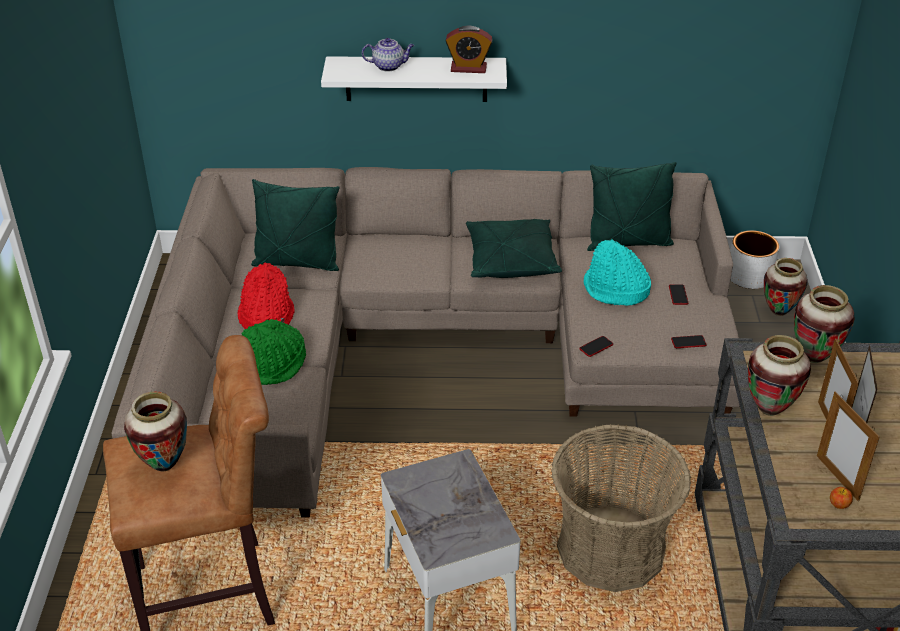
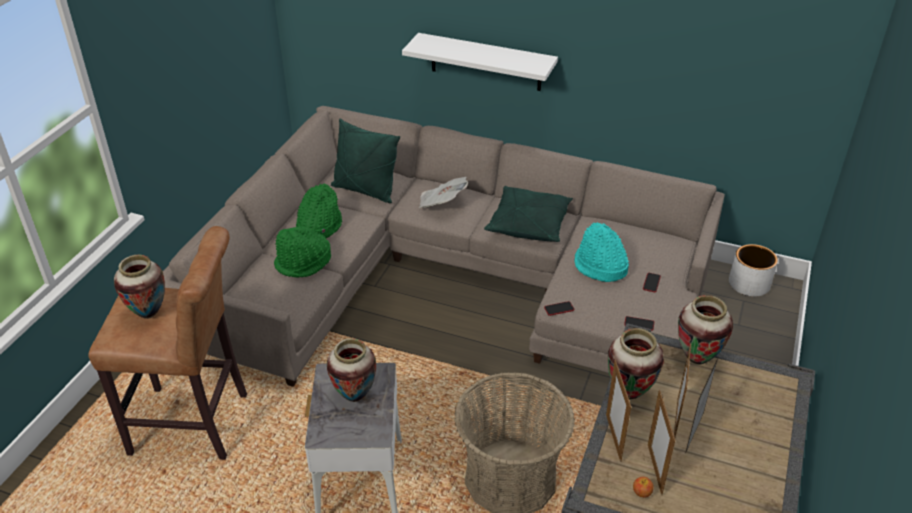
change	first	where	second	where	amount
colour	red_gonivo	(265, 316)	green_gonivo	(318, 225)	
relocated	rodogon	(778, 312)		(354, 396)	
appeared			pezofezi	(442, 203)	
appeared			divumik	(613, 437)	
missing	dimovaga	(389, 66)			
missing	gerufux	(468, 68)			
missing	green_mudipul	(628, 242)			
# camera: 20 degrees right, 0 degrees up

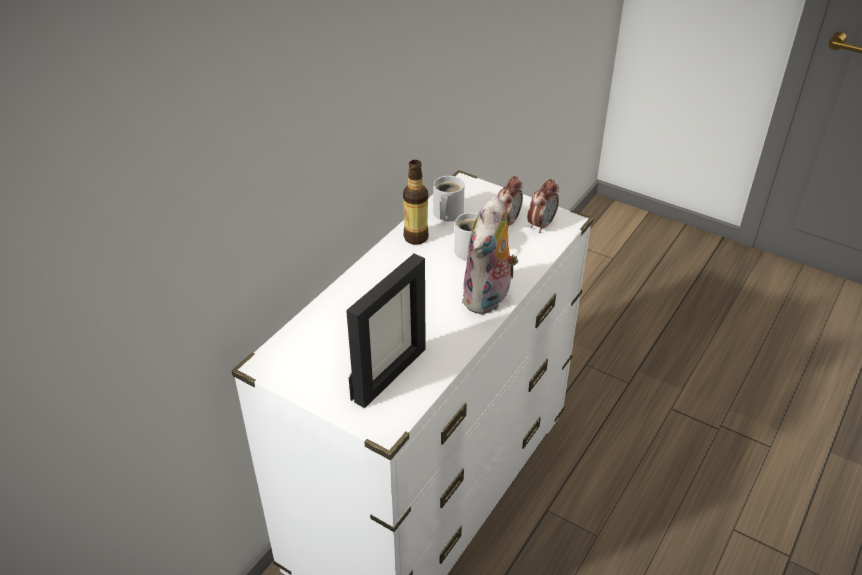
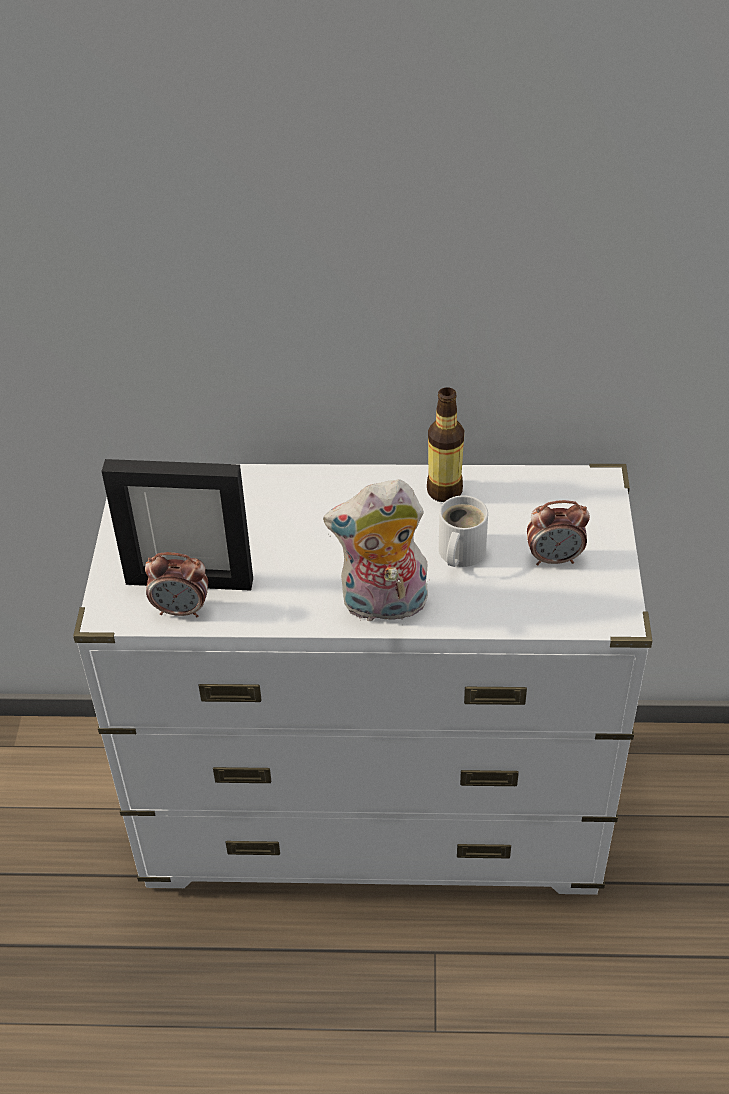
change	first	where	second	where	amount
relocated	gerufux	(541, 225)		(181, 610)	
missing	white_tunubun	(446, 214)			
# camera: 60 degrees right, 5 degrees up

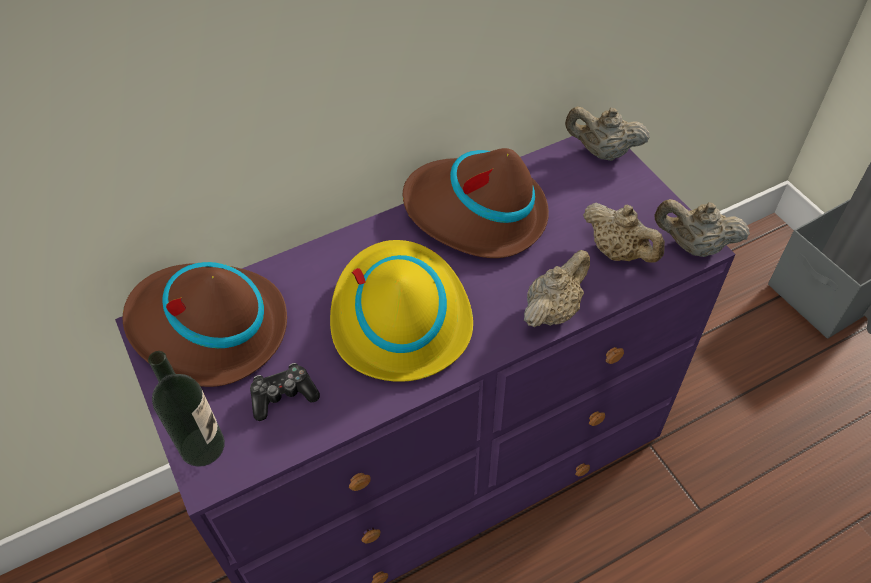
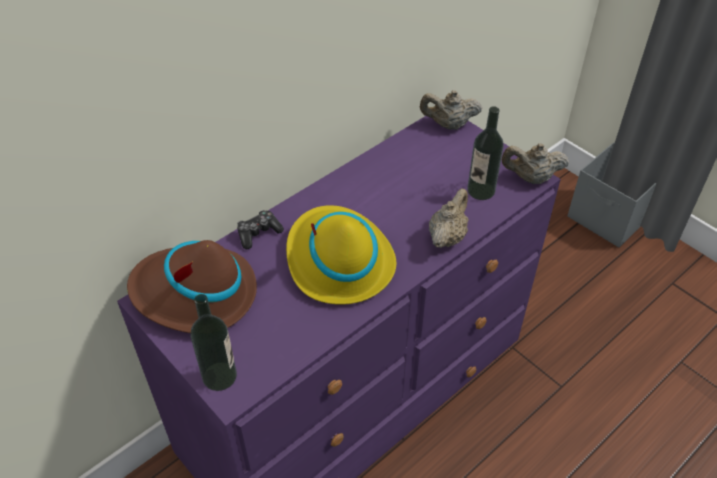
change	first	where	second	where	amount
relocated	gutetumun	(283, 396)		(258, 233)	
exchanged	beige_dimovaga	(618, 252)	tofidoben	(481, 190)	
missing	brown_gonivo	(475, 214)			
# camera: 15 degrees left, 5 degrees down

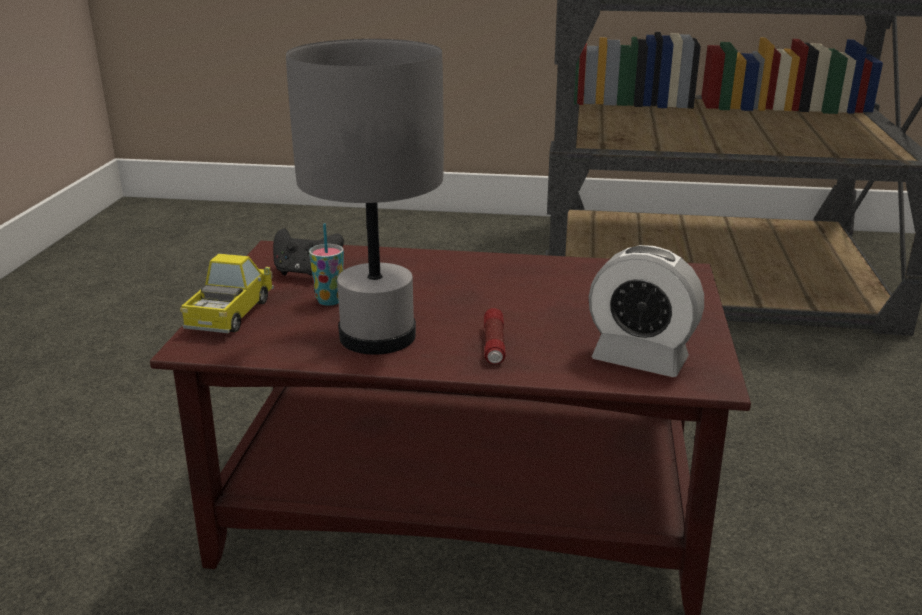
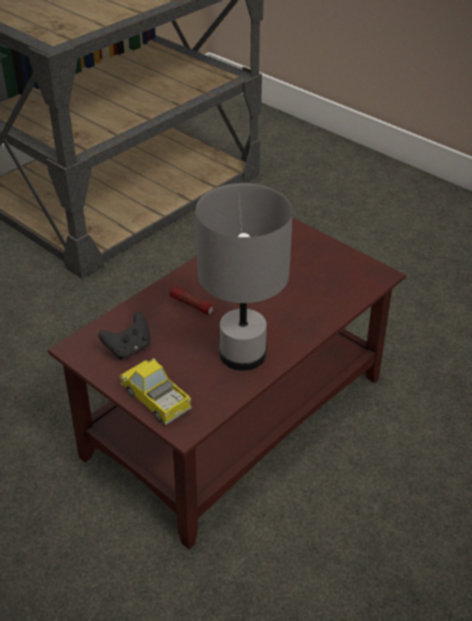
change	first	where	second	where	amount
relocated	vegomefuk	(494, 345)		(191, 305)	
missing	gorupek	(329, 301)			
missing	gerufux	(639, 359)			
# camera: 55 degrees left, 15 degrees up

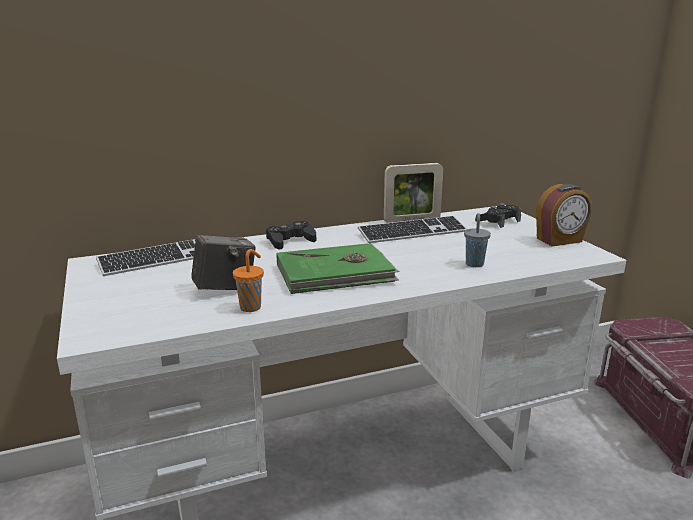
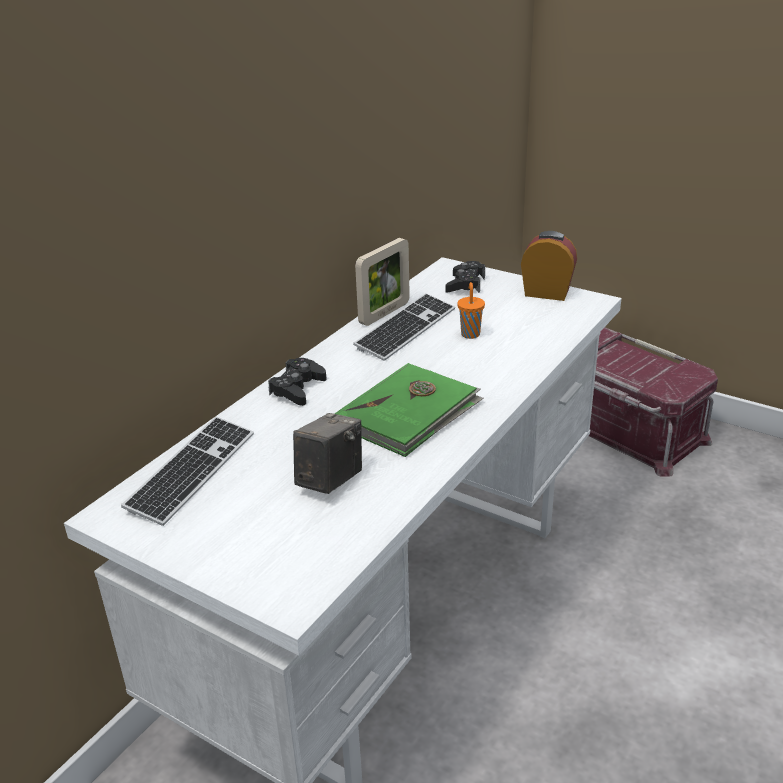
change	first	where	second	where	amount
relocated	orange_gorupek	(251, 307)		(470, 334)	
spun	gerufux	(560, 240)		(547, 292)	105 degrees counterclockwise
missing	grey_gorupek	(474, 263)			
# camera: 35 degrees left, 10 degrees up

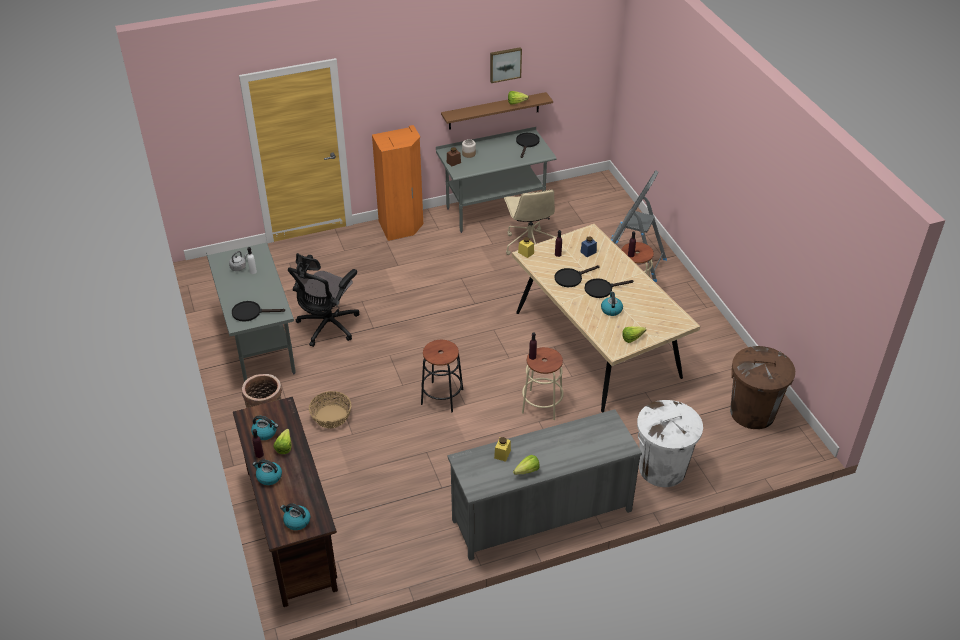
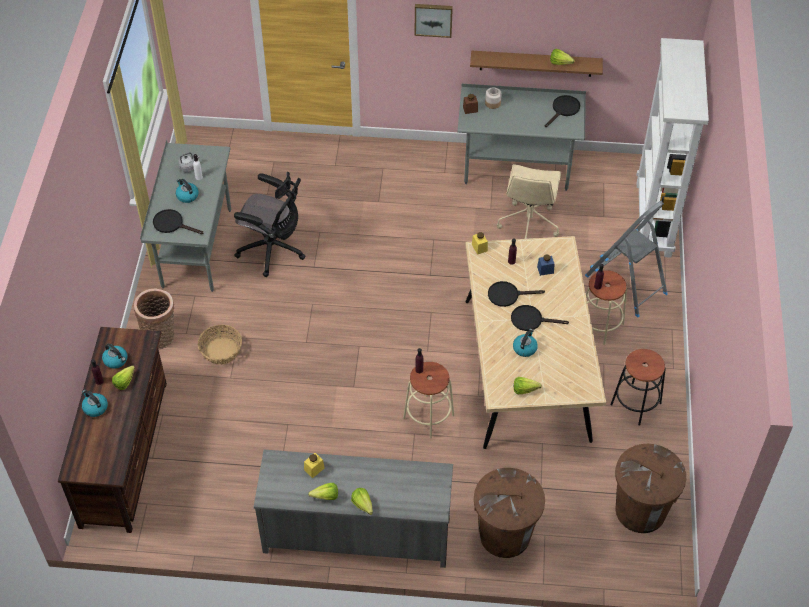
change	first	where	second	where	amount
relocated	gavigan	(296, 521)		(187, 196)	
spun	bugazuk	(328, 326)		(272, 249)	120 degrees counterclockwise
appeared			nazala	(363, 507)	
relocated	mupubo	(505, 64)		(433, 19)	
colour	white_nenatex	(662, 469)	brown_nenatex	(505, 535)	
relocated	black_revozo	(442, 397)		(635, 404)	
appeared			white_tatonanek	(654, 219)	
missing	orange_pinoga	(402, 226)			
# camera: 25 degrees right, 10 degrees up

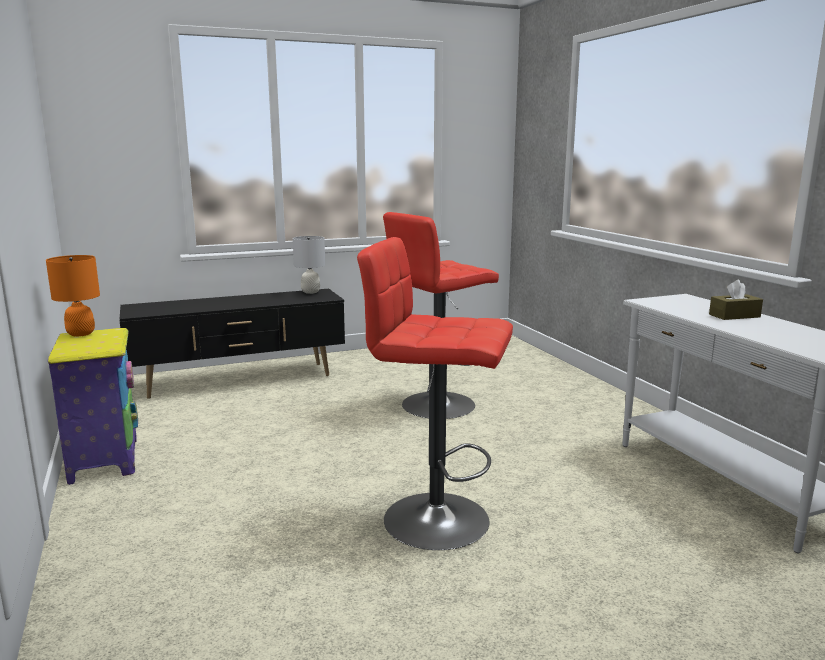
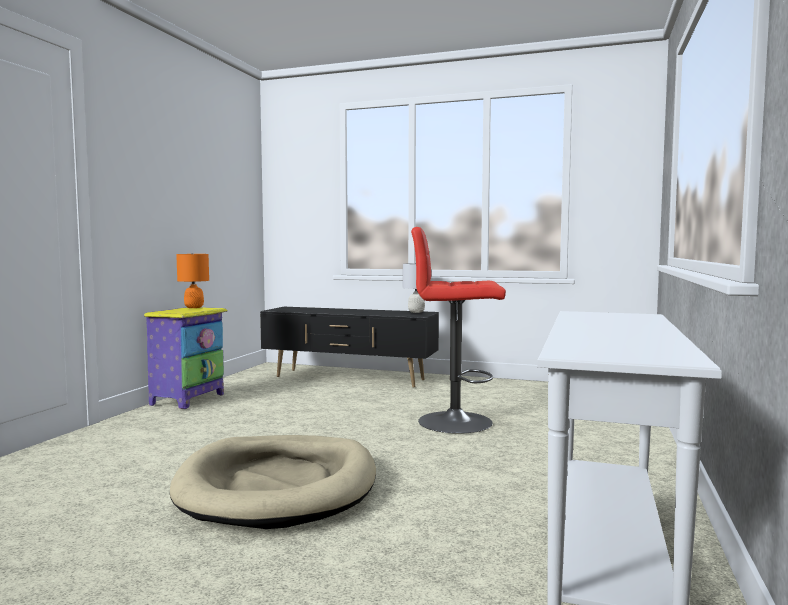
change	first	where	second	where	amount
exchanged	red_revozo	(435, 519)	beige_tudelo	(278, 486)	
missing	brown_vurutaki	(734, 316)			
# camera: 40 degrees right, 10 degrees down

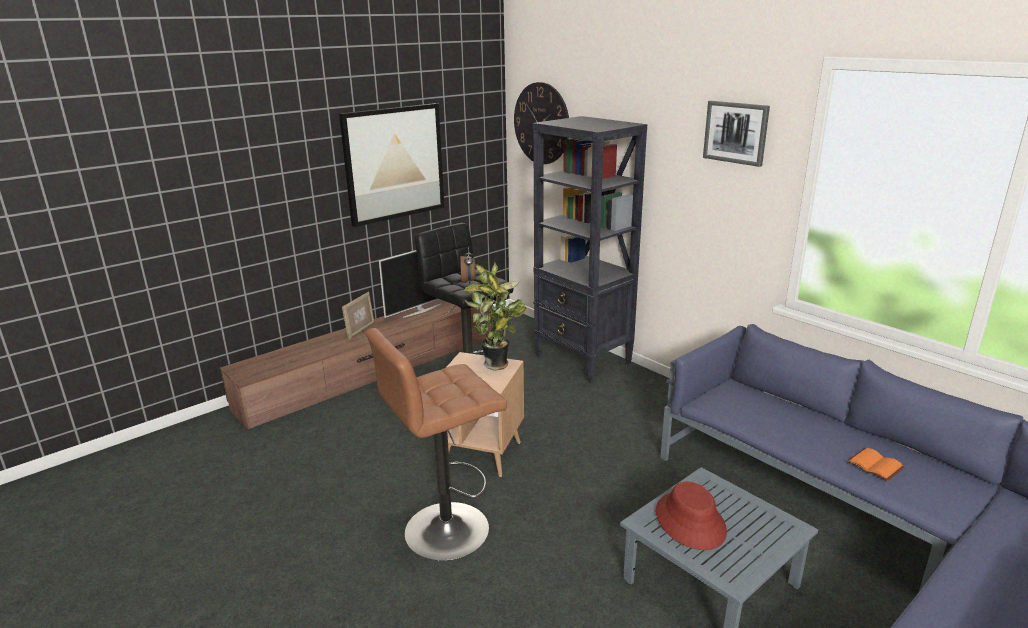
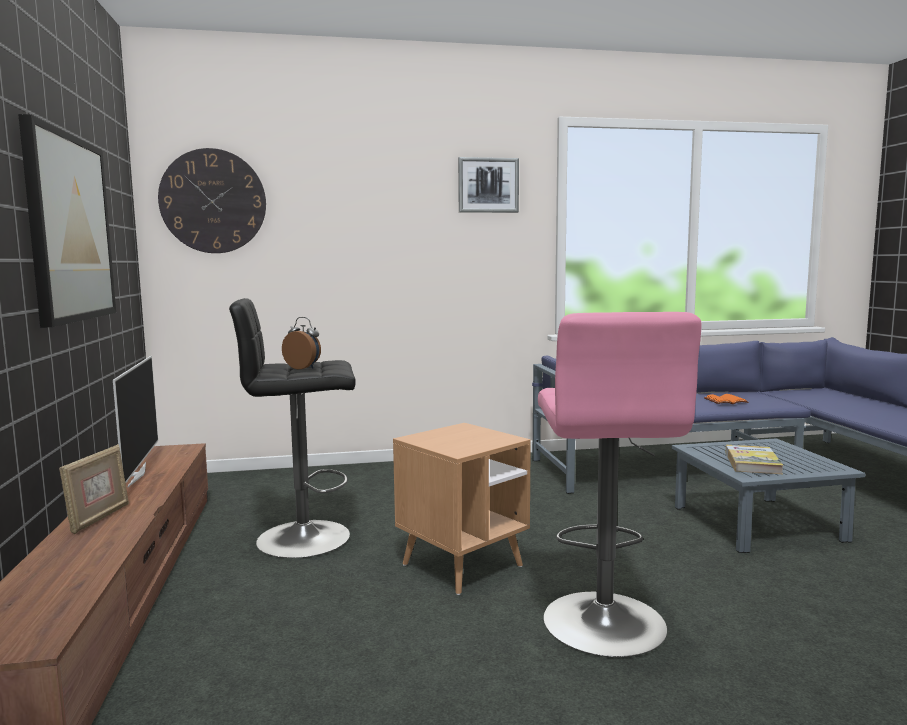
change	first	where	second	where	amount
spun	divumik	(360, 331)		(99, 518)	45 degrees clockwise
colour	brown_revozo	(445, 530)	pink_revozo	(603, 623)	
exchanged	red_gonivo	(690, 521)	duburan	(752, 463)	
missing	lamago	(498, 366)			
missing	black_tatonanek	(583, 360)			
# camera: 60 degrees left, 15 degrees down

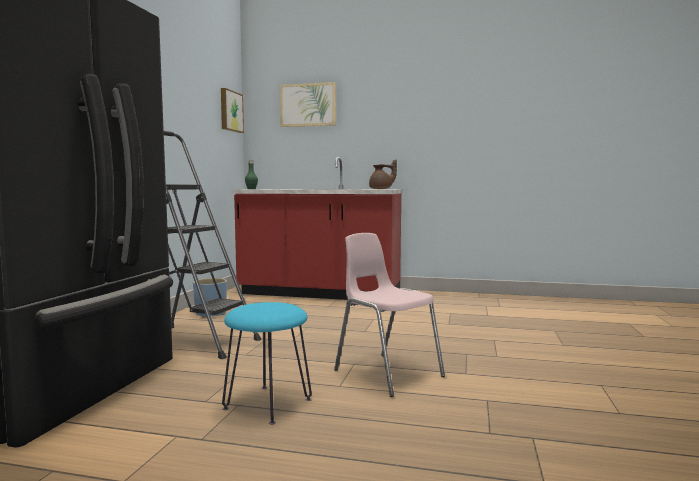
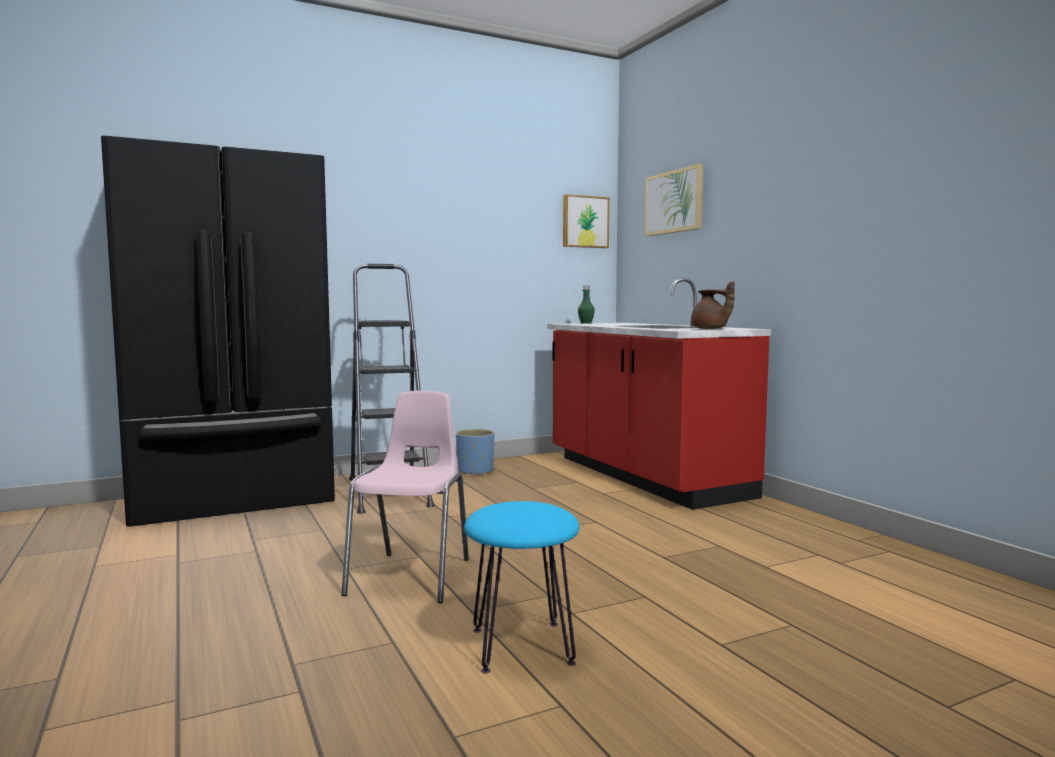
change	first	where	second	where	amount
relocated	turquoise_revozo	(268, 404)		(522, 646)	
# camera: 50 degrees right, 0 degrees up

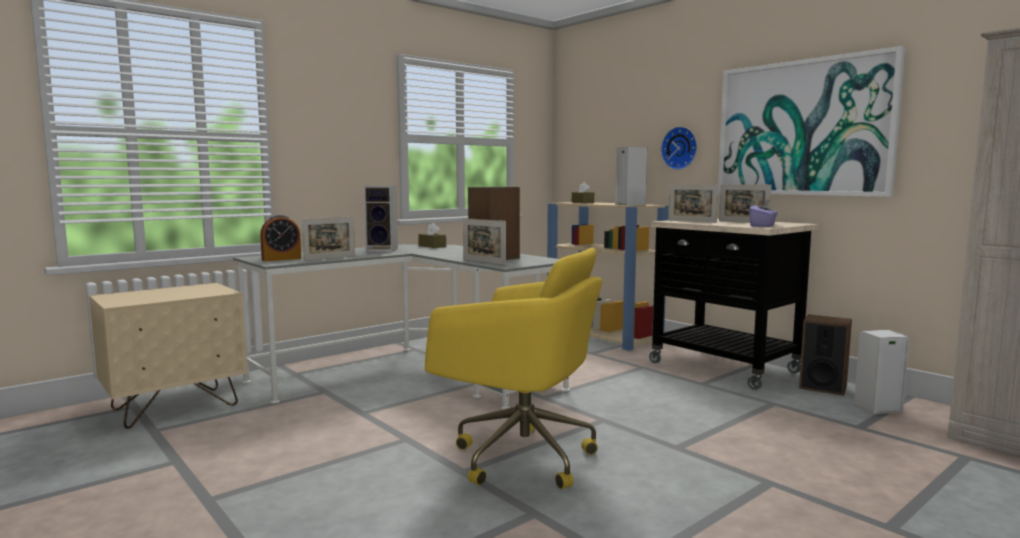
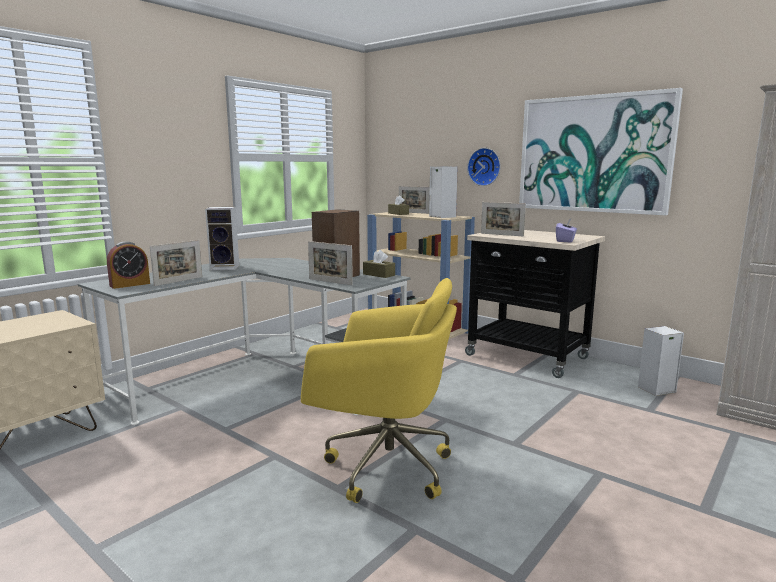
change	first	where	second	where	amount
relocated	brown_vurutaki	(432, 246)		(379, 275)	
relocated	divumik	(743, 222)		(413, 212)	
missing	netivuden	(822, 387)			
# camera: 10 degrees left, 5 degrees up

